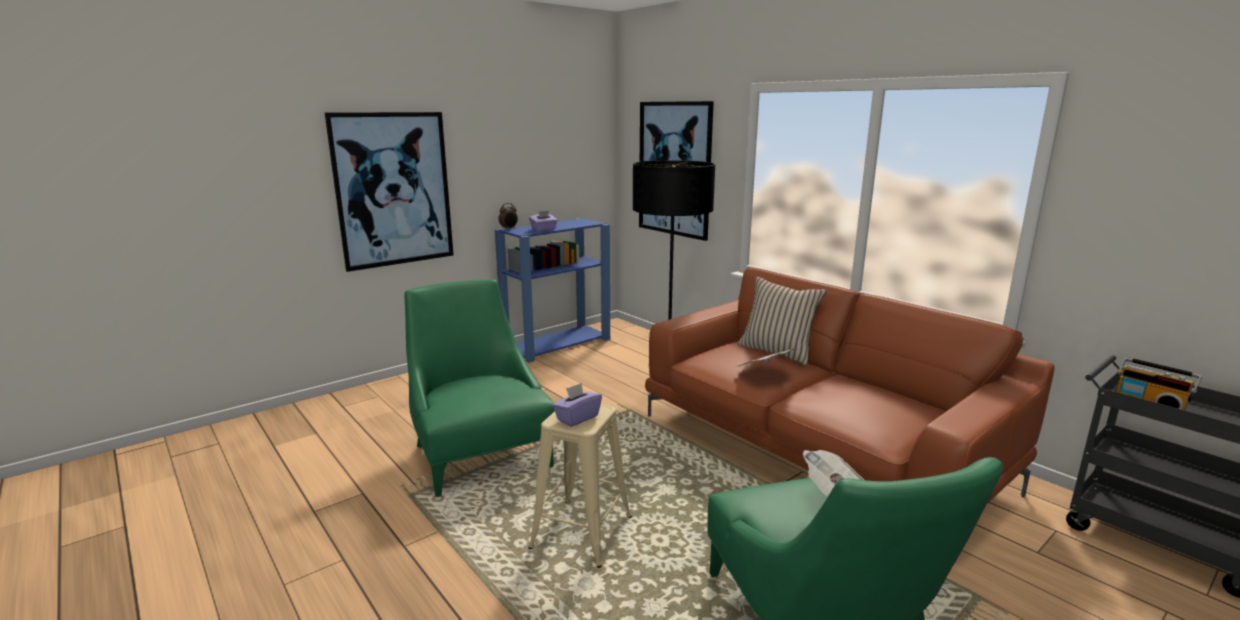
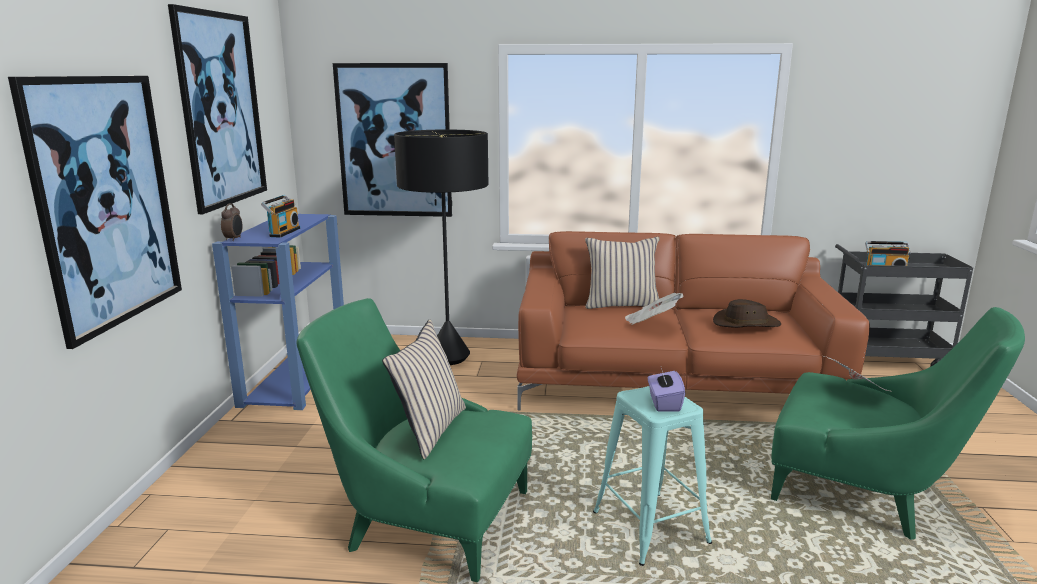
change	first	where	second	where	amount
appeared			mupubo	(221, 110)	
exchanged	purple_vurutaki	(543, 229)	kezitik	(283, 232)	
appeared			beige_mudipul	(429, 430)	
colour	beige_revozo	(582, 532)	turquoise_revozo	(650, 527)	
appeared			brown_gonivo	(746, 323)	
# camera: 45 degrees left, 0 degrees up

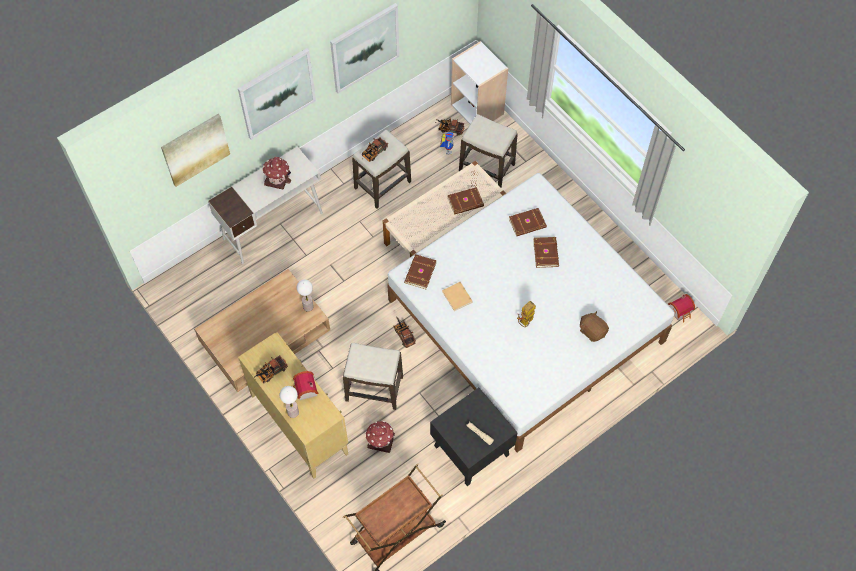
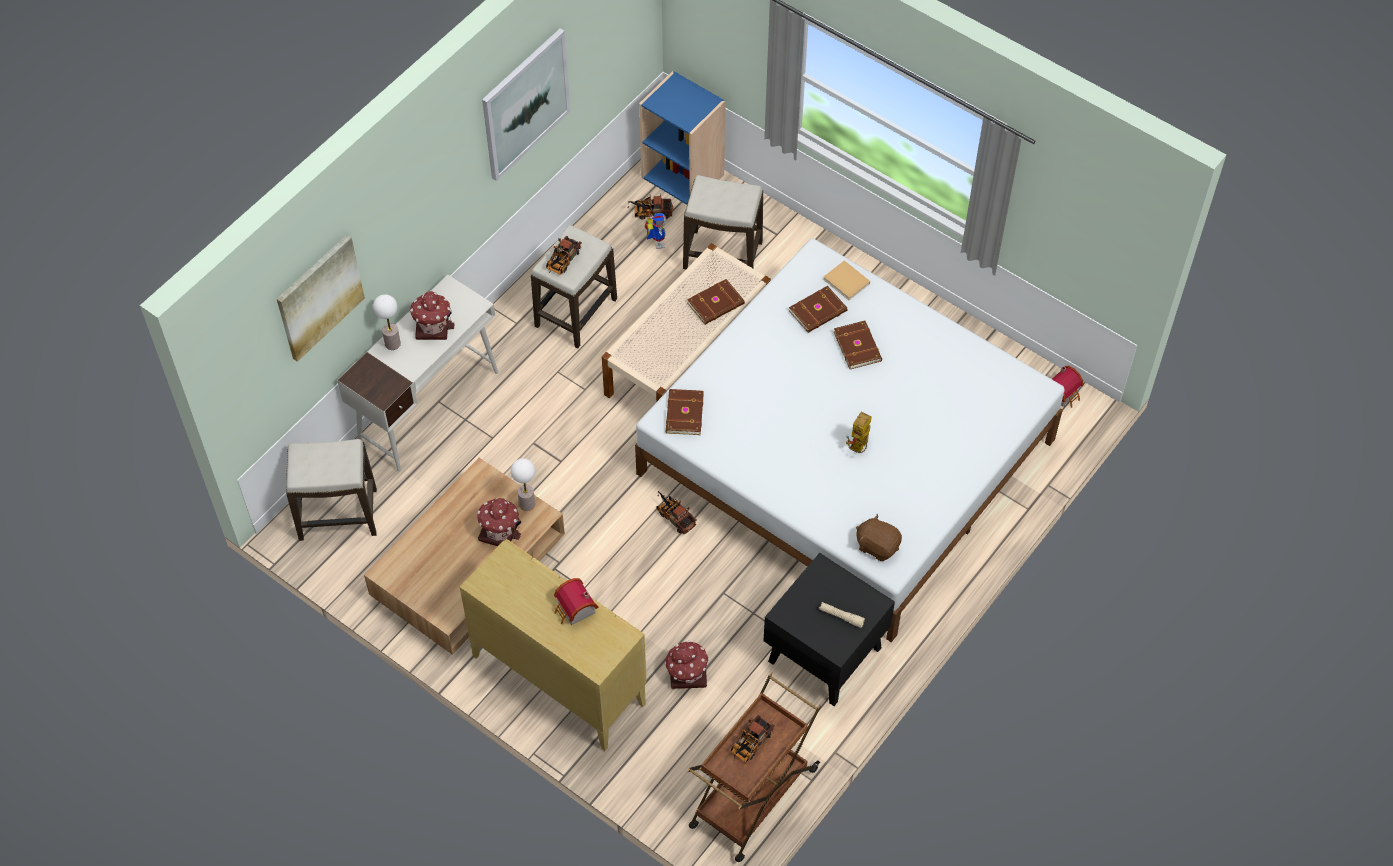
change	first	where	second	where	amount
relocated	revozo	(374, 389)		(338, 515)	
relocated	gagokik	(293, 412)		(392, 343)	
appeared			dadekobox	(499, 530)	
colour	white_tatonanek	(478, 109)	blue_tatonanek	(684, 176)	
relocated	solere	(270, 373)		(750, 745)	
relocated	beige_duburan	(457, 297)		(847, 282)	
relocated	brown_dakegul	(592, 331)		(877, 545)	
missing	mupubo	(277, 93)			
# camera: 15 degrees left, 5 degrees down

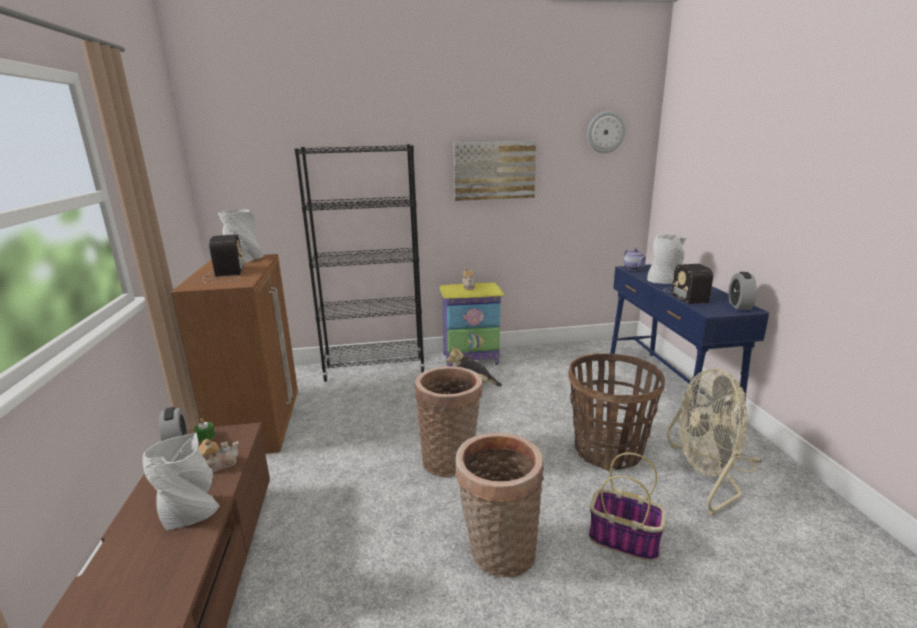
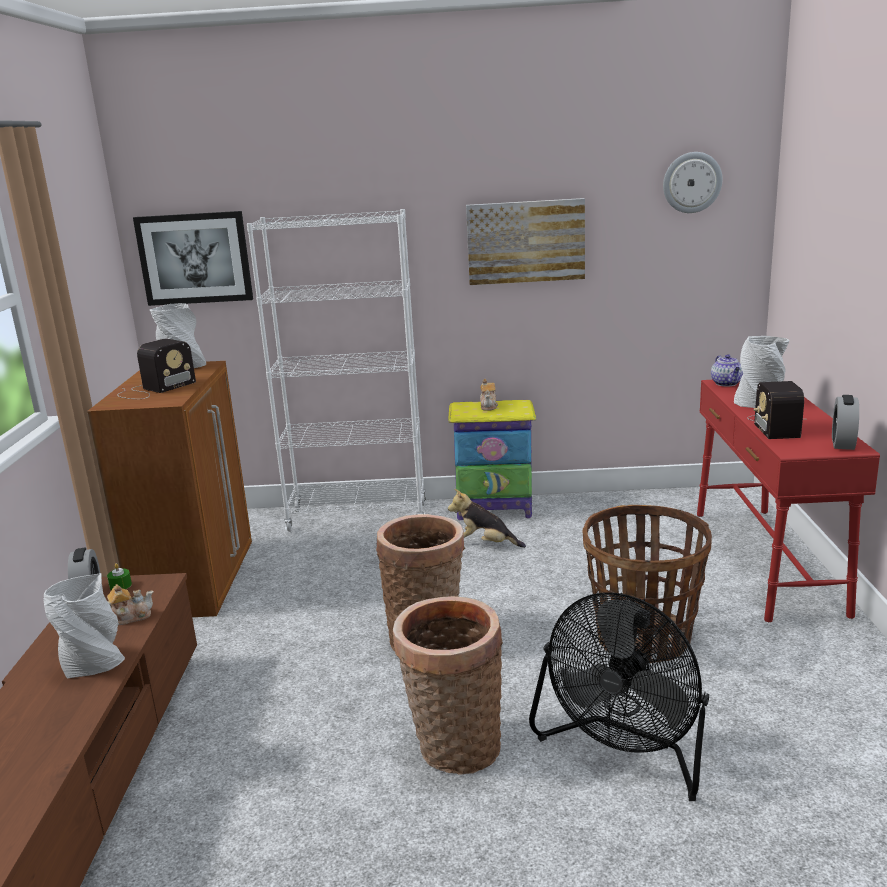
change	first	where	second	where	amount
spun	kezitik	(225, 274)		(154, 389)	45 degrees clockwise
appeared			mupubo	(195, 258)	
colour	black_tatonanek	(375, 369)	white_tatonanek	(358, 517)	
exchanged	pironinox	(625, 540)	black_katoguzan	(621, 746)	
colour	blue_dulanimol	(666, 388)	red_dulanimol	(764, 561)	
missing	beige_katoguzan	(710, 475)			
# camera: 10 degrees right, 0 degrees up

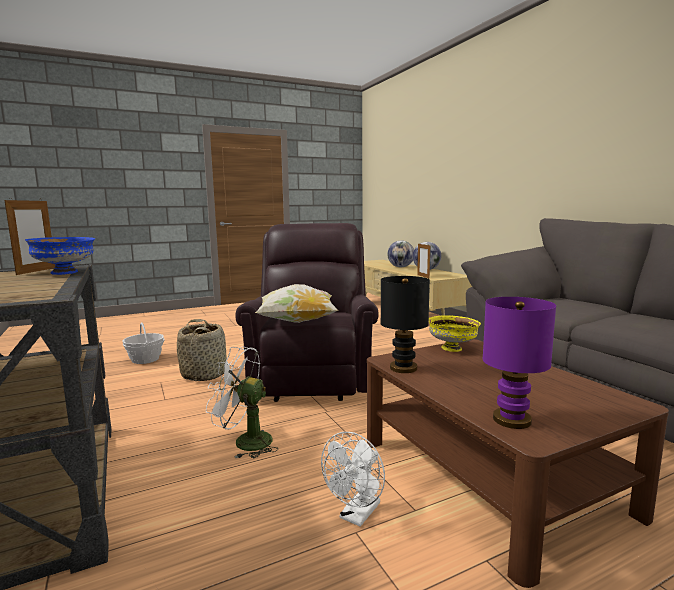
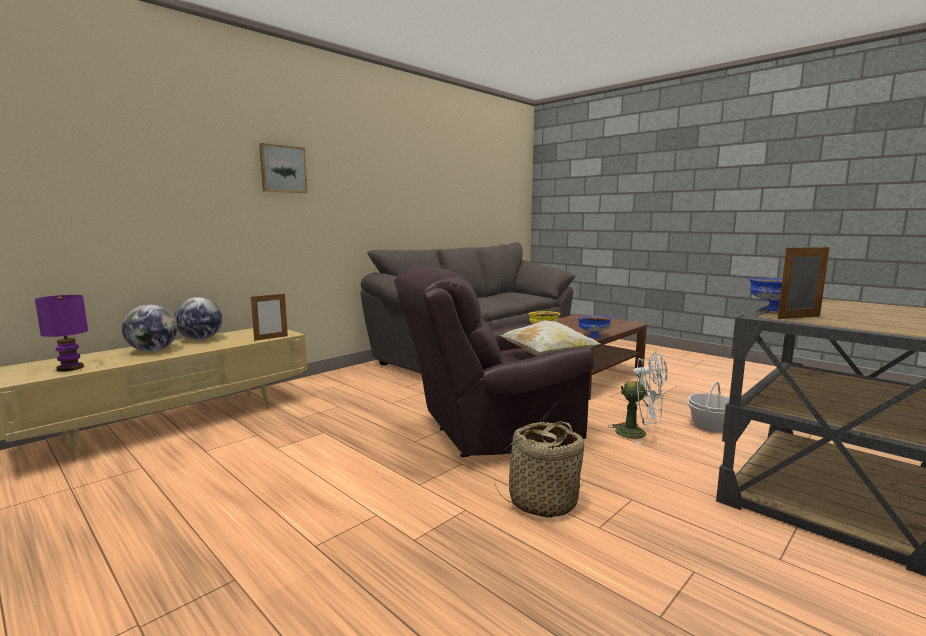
change	first	where	second	where	amount
relocated	purple_gagokik	(511, 419)		(69, 368)	
appeared			mupubo	(282, 169)	
exchanged	black_gagokik	(403, 368)	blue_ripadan	(593, 336)	
spun	white_katoguzan	(245, 442)		(638, 434)	60 degrees counterclockwise
relocated	pironinox	(145, 359)		(710, 426)	
# camera: 110 degrees left, 0 degrees up

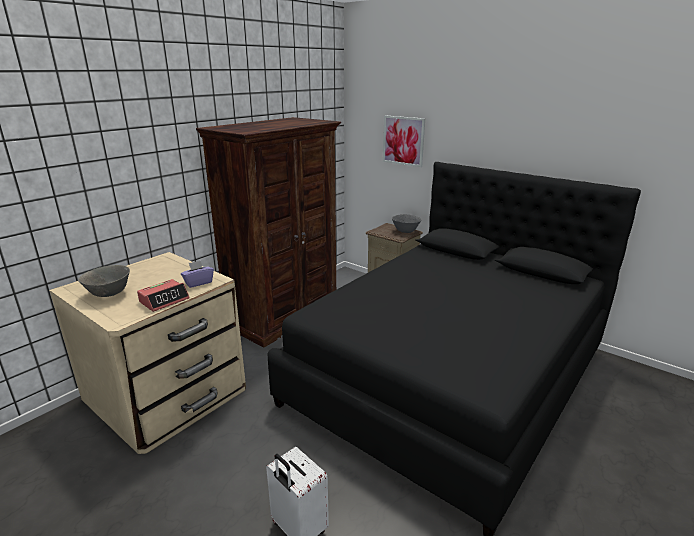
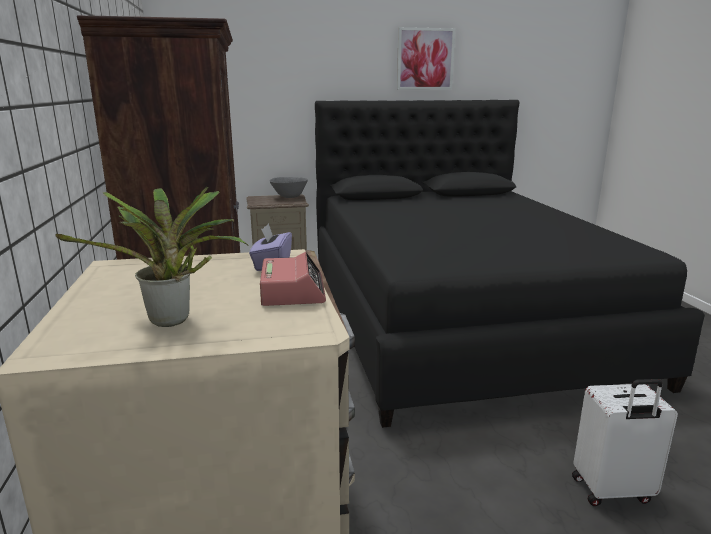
change	first	where	second	where	amount
exchanged	grey_ripadan	(109, 294)	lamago	(173, 322)	
relocated	mupubo	(403, 140)		(425, 59)	
# camera: 50 degrees left, 5 degrees down

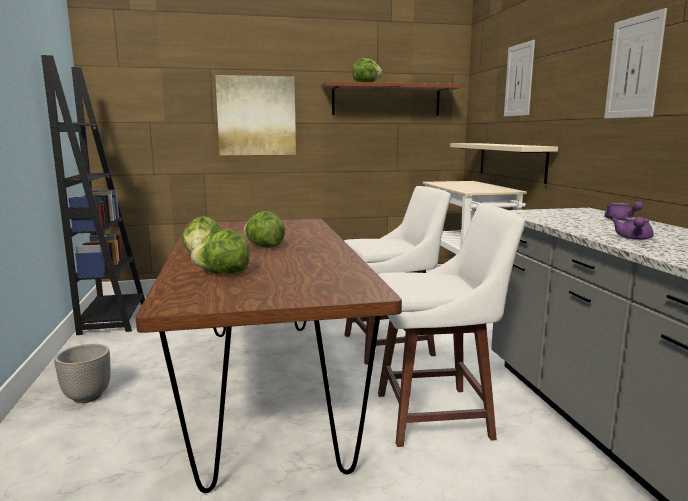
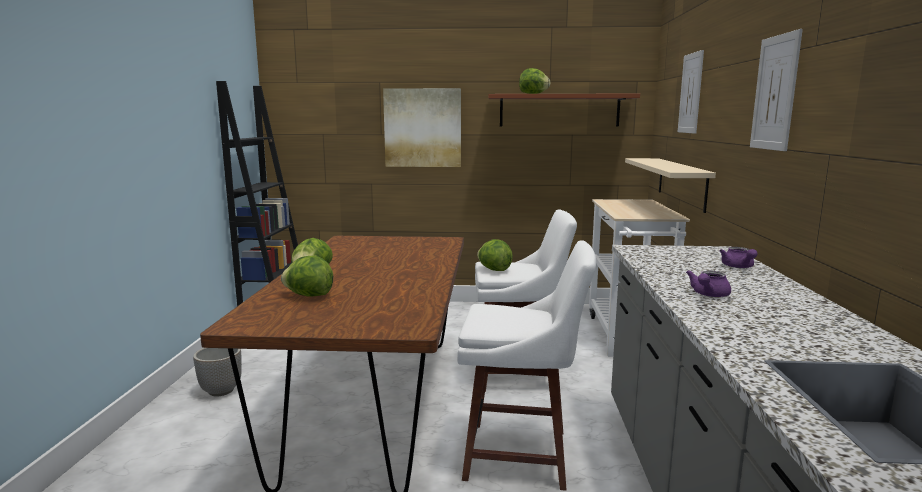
change	first	where	second	where	amount
relocated	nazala	(264, 247)		(494, 270)	
# camera: 15 degrees right, 0 degrees up

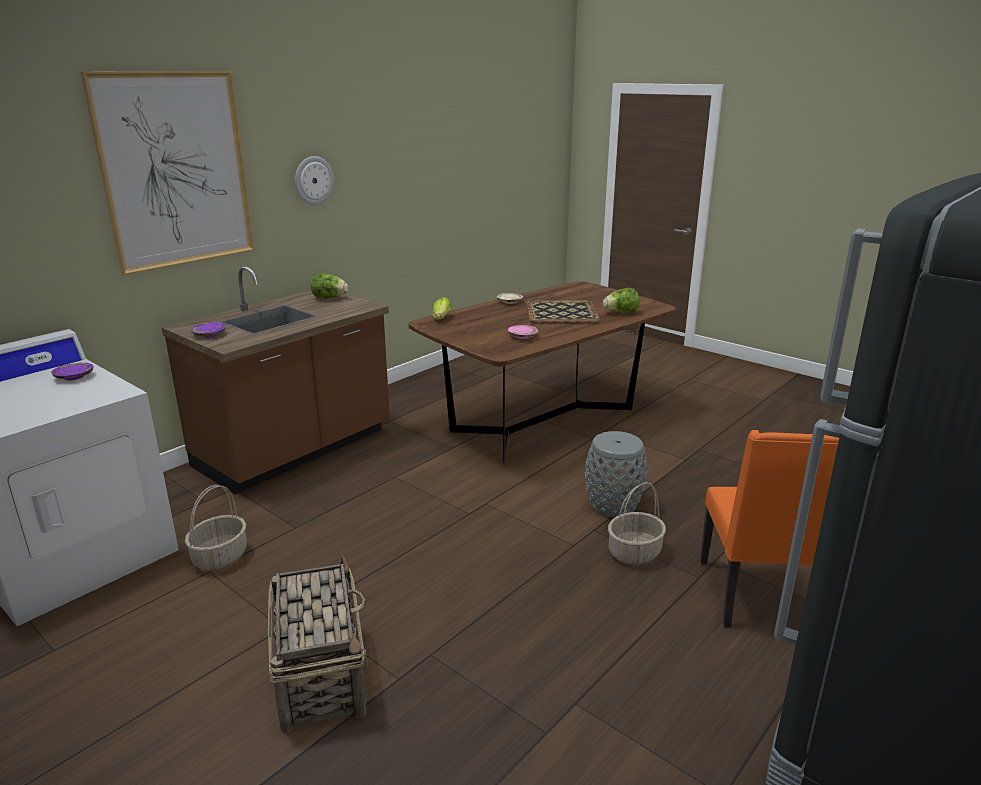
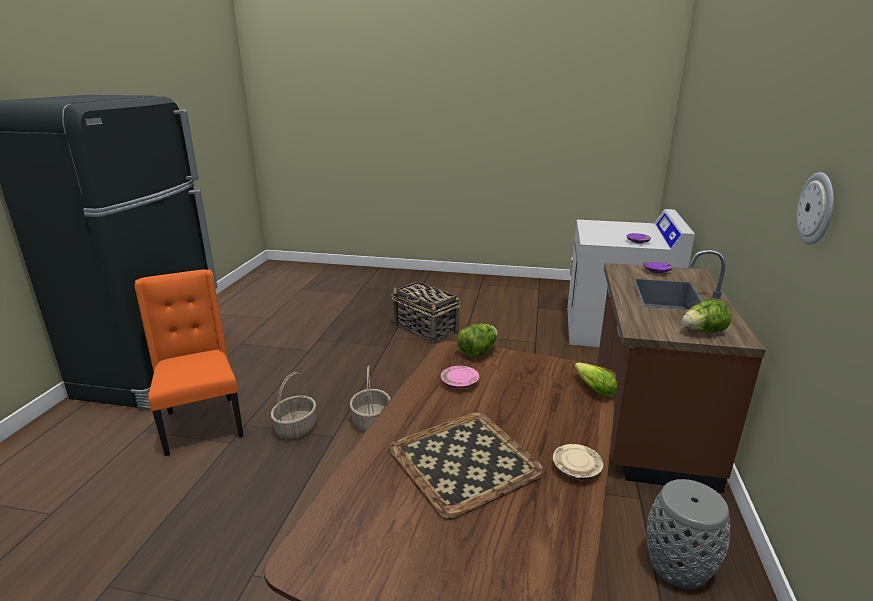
change	first	where	second	where	amount
relocated	pironinox	(220, 556)		(371, 421)	
relocated	nazala	(621, 313)		(478, 352)	
relocated	grey_revozo	(613, 505)		(678, 566)	
missing	mupubo	(176, 171)			
# camera: 150 degrees right, 0 degrees up

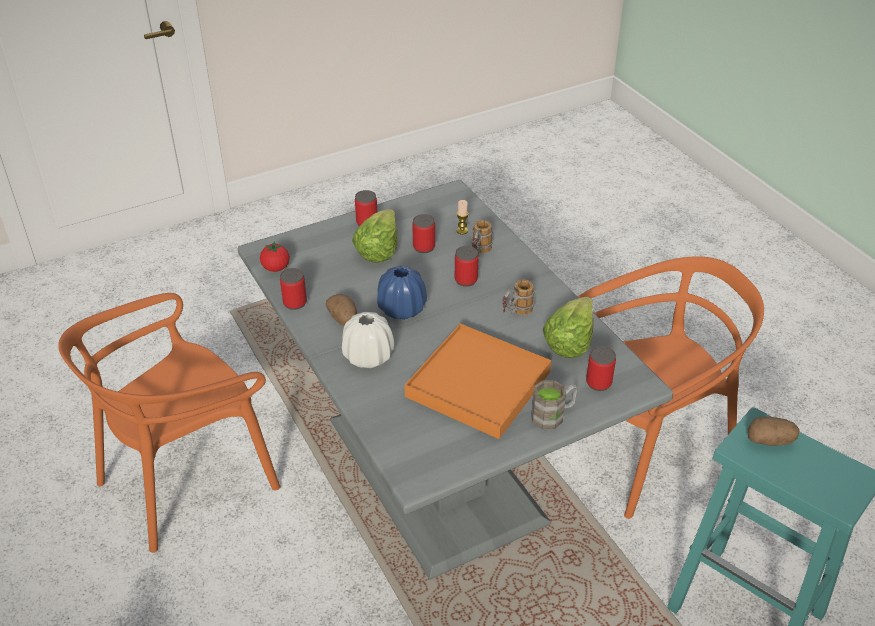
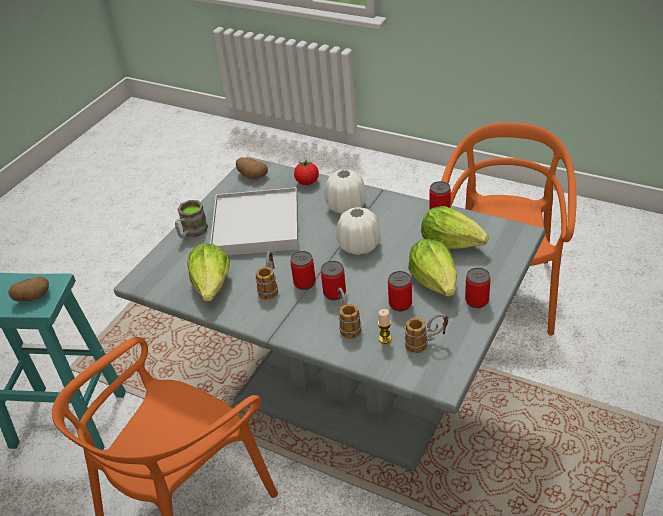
change	first	where	second	where	amount
colour	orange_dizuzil	(478, 384)	white_dizuzil	(256, 226)	
relocated	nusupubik	(343, 319)		(252, 176)	
relocated	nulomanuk	(598, 382)		(304, 283)	
relocated	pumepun	(276, 268)		(307, 182)	
colour	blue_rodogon	(402, 309)	white_rodogon	(359, 245)	
appeared			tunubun	(426, 343)	
appeared			nazala	(452, 242)	
# camera: 150 degrees right, 0 degrees up

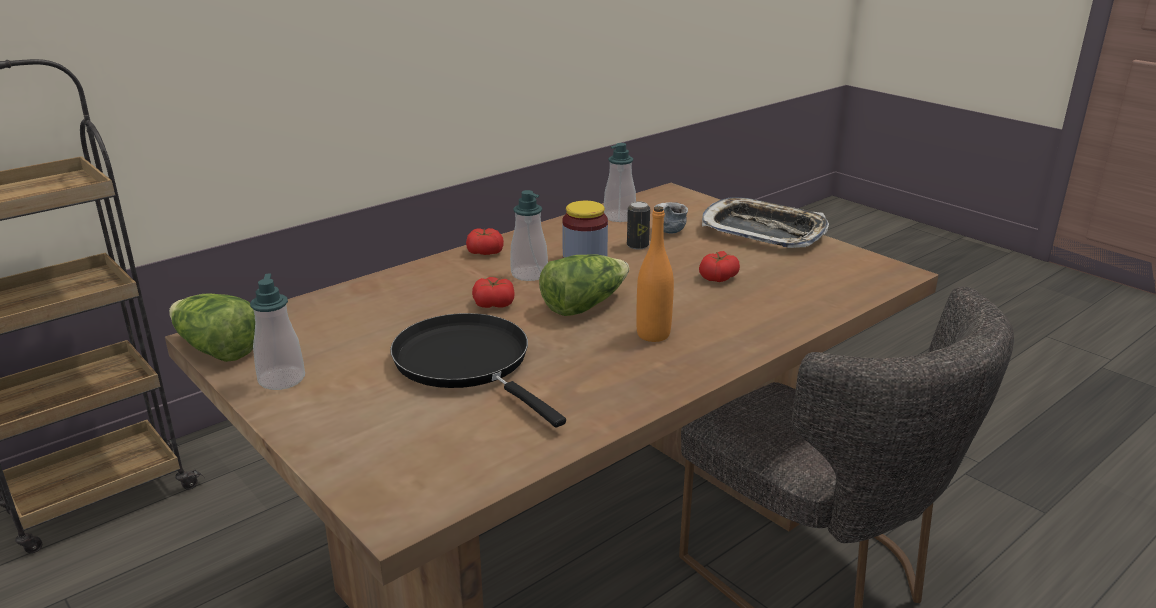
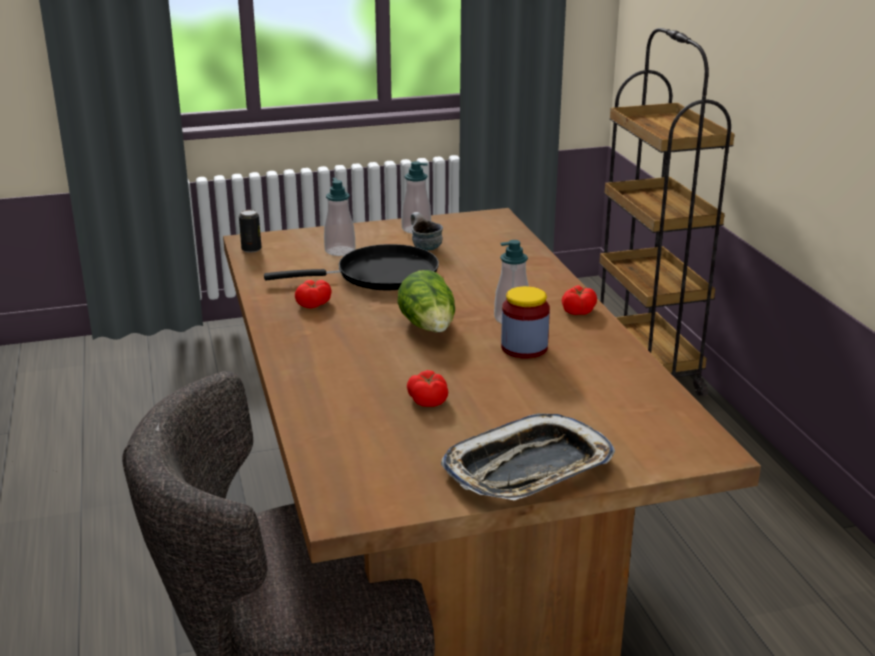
change	first	where	second	where	amount
relocated	nulomanuk	(637, 246)		(251, 249)	
relocated	pumepun	(493, 304)		(314, 303)	
relocated	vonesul	(619, 217)		(340, 251)	
relocated	tunubun	(668, 233)		(423, 247)	
missing	nazala	(217, 350)			
missing	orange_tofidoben	(653, 335)			
# camera: 115 degrees right, 0 degrees up

